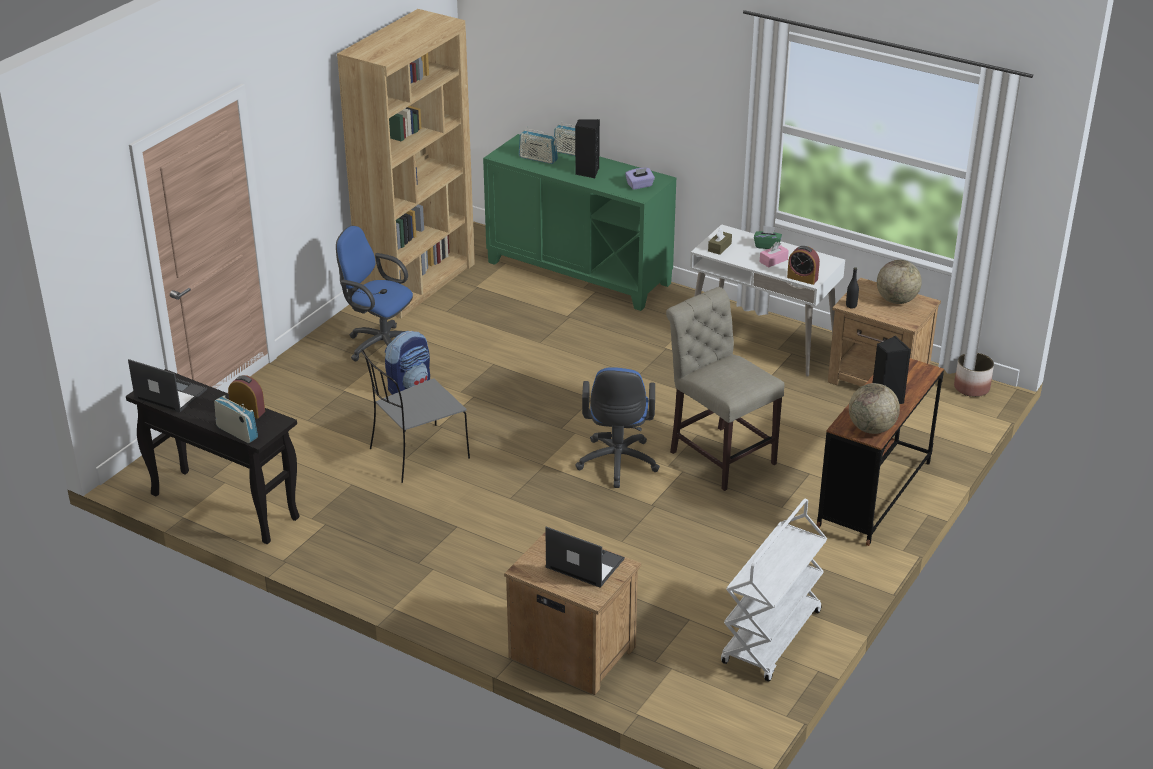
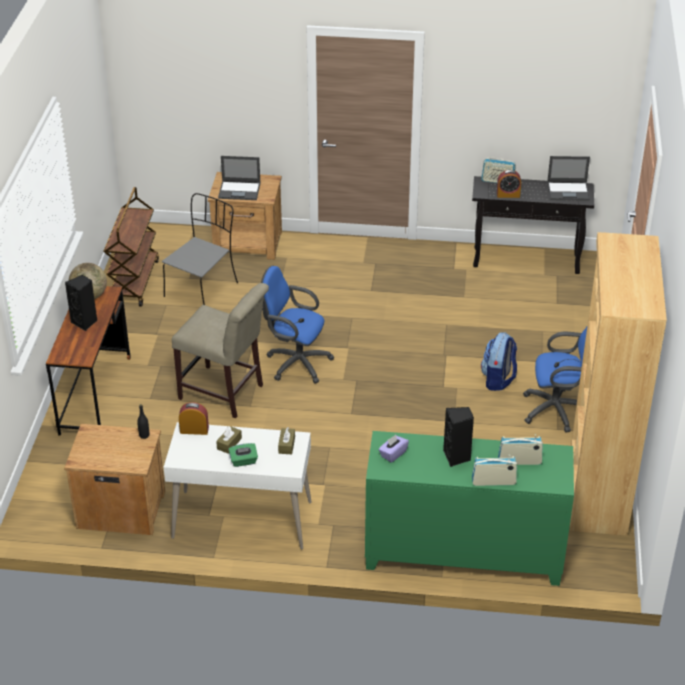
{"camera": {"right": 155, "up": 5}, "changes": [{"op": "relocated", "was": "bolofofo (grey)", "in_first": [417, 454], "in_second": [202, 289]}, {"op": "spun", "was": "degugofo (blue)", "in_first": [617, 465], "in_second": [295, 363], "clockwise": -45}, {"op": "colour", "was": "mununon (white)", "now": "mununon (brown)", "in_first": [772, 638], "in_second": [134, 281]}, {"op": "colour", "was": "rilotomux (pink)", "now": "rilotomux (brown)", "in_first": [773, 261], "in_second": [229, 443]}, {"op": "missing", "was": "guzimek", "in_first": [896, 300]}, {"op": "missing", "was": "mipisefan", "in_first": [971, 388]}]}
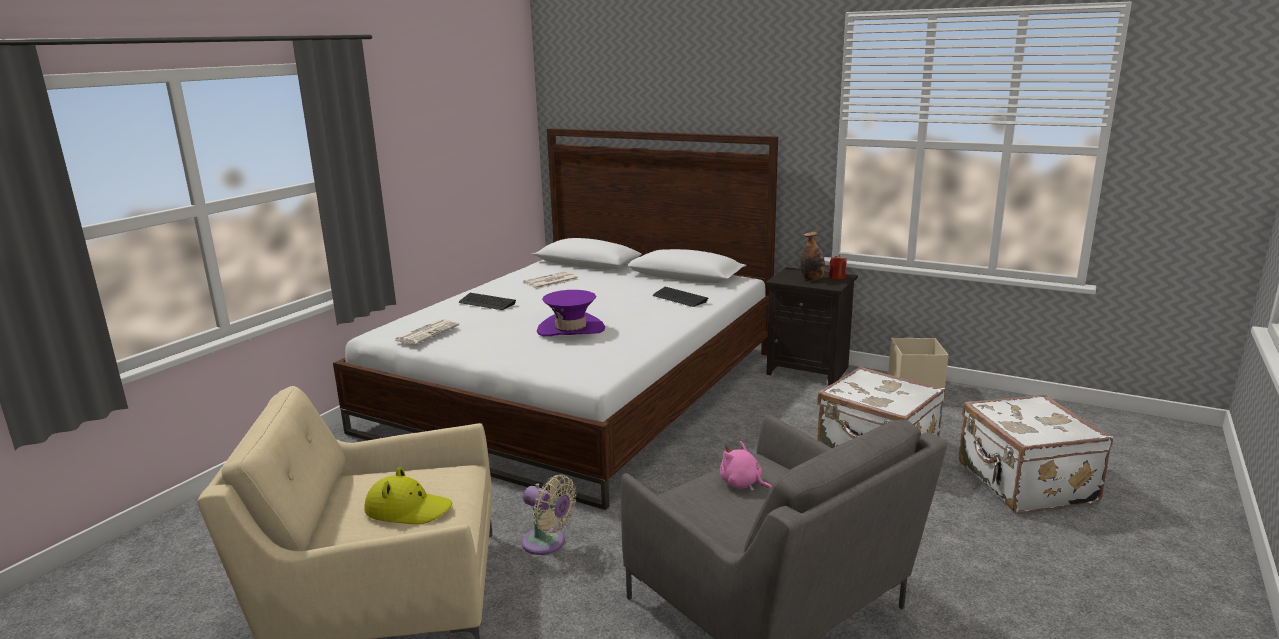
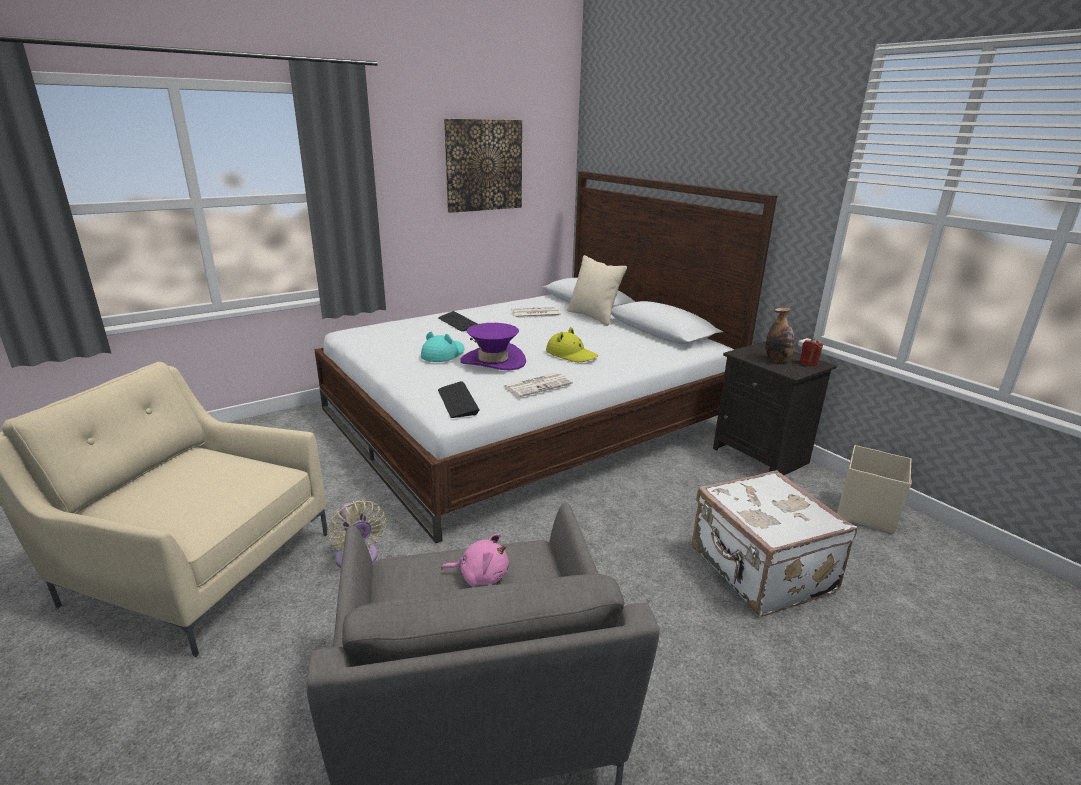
{"camera": {"right": 25, "up": 5}, "changes": [{"op": "relocated", "was": "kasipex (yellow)", "in_first": [408, 509], "in_second": [571, 354]}, {"op": "relocated", "was": "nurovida", "in_first": [427, 332], "in_second": [538, 385]}, {"op": "relocated", "was": "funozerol", "in_first": [679, 298], "in_second": [457, 401]}, {"op": "spun", "was": "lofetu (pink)", "in_first": [742, 484], "in_second": [480, 575], "clockwise": 120}, {"op": "missing", "was": "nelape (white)", "in_first": [1023, 484]}, {"op": "appeared", "now": "kasipex (turquoise)", "in_second": [443, 354]}, {"op": "appeared", "now": "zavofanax", "in_second": [483, 165]}, {"op": "appeared", "now": "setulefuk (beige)", "in_second": [593, 317]}]}
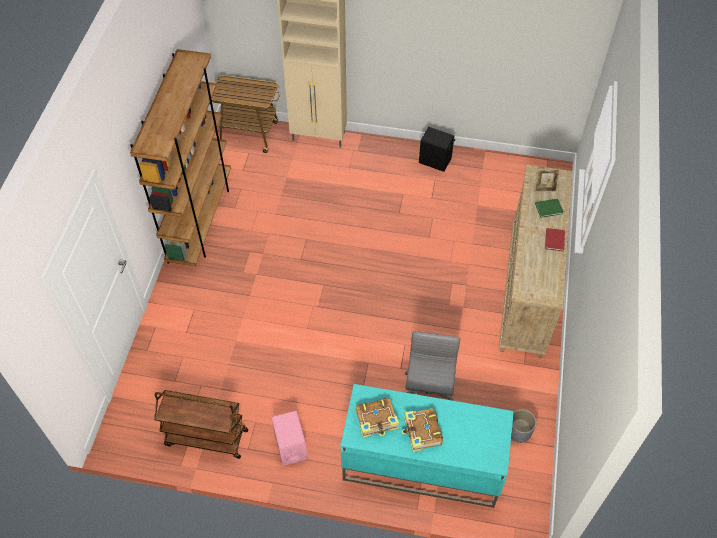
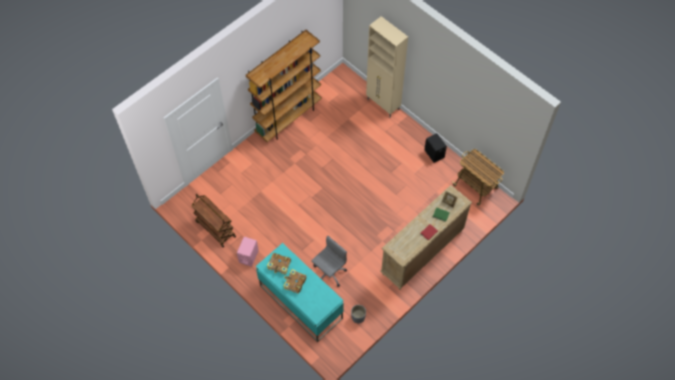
{"camera": {"right": 35, "up": 5}, "changes": [{"op": "relocated", "was": "mununon", "in_first": [249, 134], "in_second": [476, 187]}]}
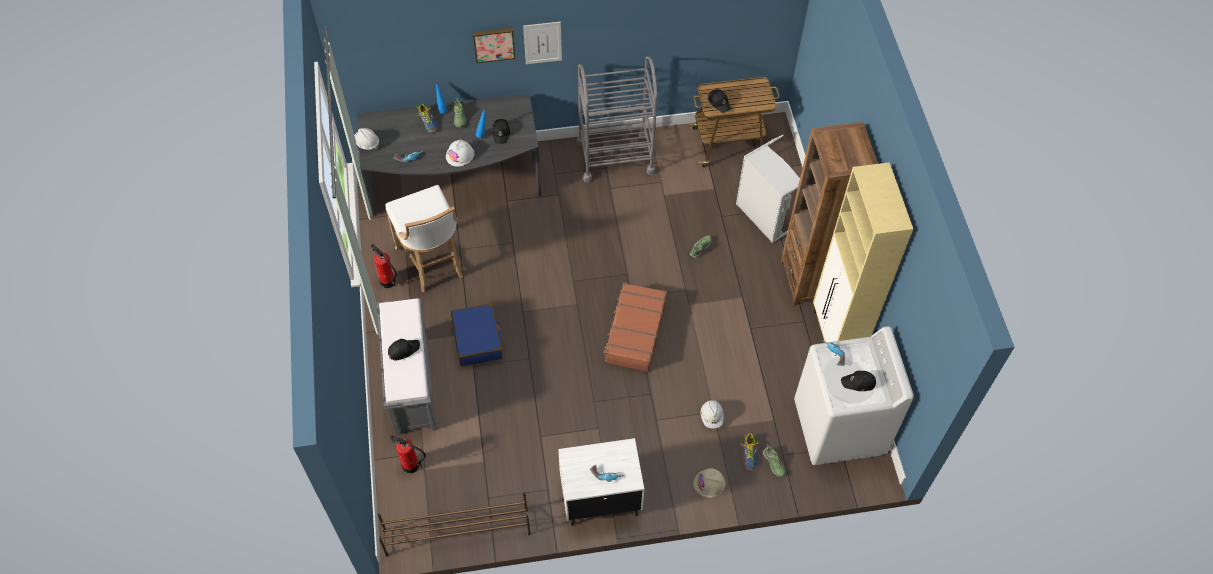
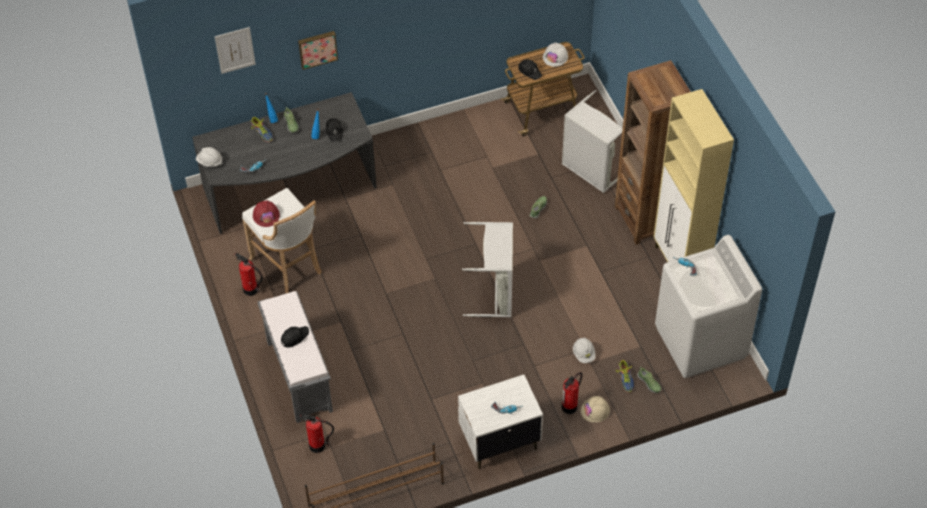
{"camera": {"right": -10, "up": -5}, "changes": [{"op": "relocated", "was": "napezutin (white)", "in_first": [460, 155], "in_second": [555, 57]}, {"op": "missing", "was": "nelape (blue)", "in_first": [478, 339]}, {"op": "relocated", "was": "zavofanax", "in_first": [542, 42], "in_second": [235, 50]}, {"op": "missing", "was": "mununon (grey)", "in_first": [615, 157]}, {"op": "exchanged", "was": "nelape (brown)", "now": "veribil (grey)", "in_first": [634, 332], "in_second": [495, 293]}, {"op": "missing", "was": "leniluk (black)", "in_first": [858, 383]}, {"op": "appeared", "now": "napezutin (red)", "in_second": [266, 215]}, {"op": "appeared", "now": "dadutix", "in_second": [569, 407]}]}
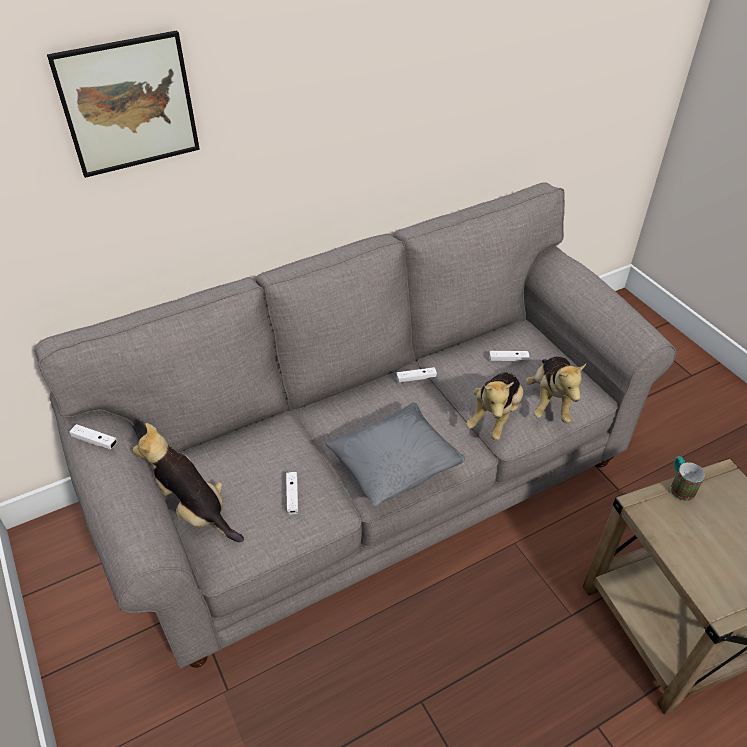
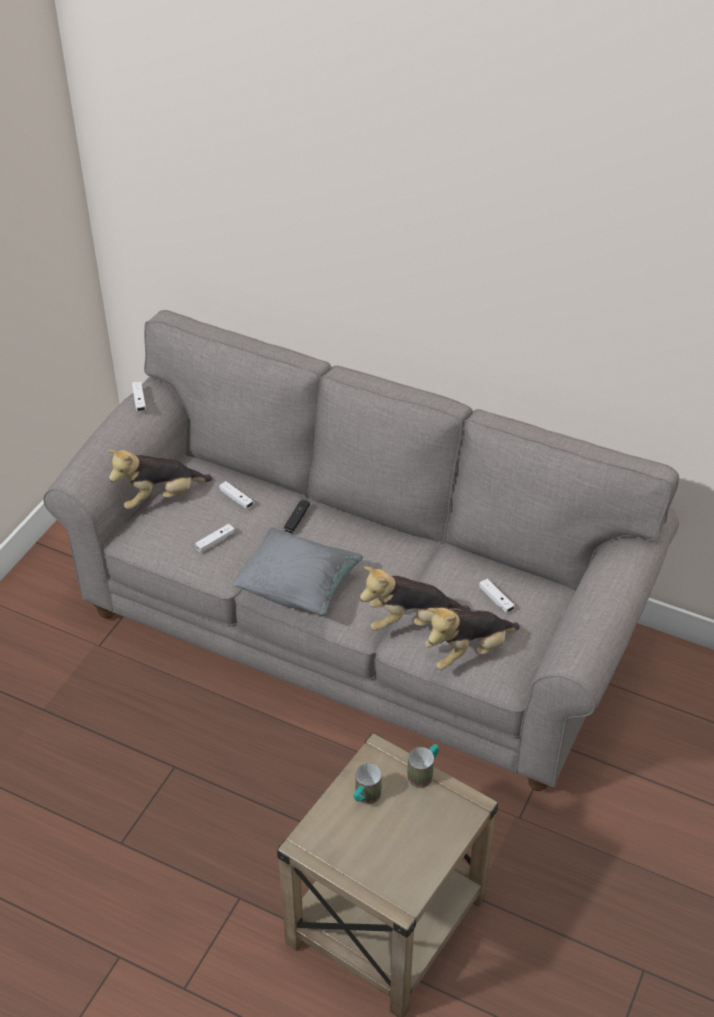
{"camera": {"right": 55, "up": 0}, "changes": [{"op": "missing", "was": "zavofanax", "in_first": [128, 104]}, {"op": "spun", "was": "lofetu", "in_first": [194, 509], "in_second": [160, 497], "clockwise": -120}, {"op": "relocated", "was": "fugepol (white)", "in_first": [416, 378], "in_second": [236, 499]}, {"op": "appeared", "now": "fugepol (black)", "in_second": [297, 519]}, {"op": "appeared", "now": "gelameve", "in_second": [365, 798]}]}
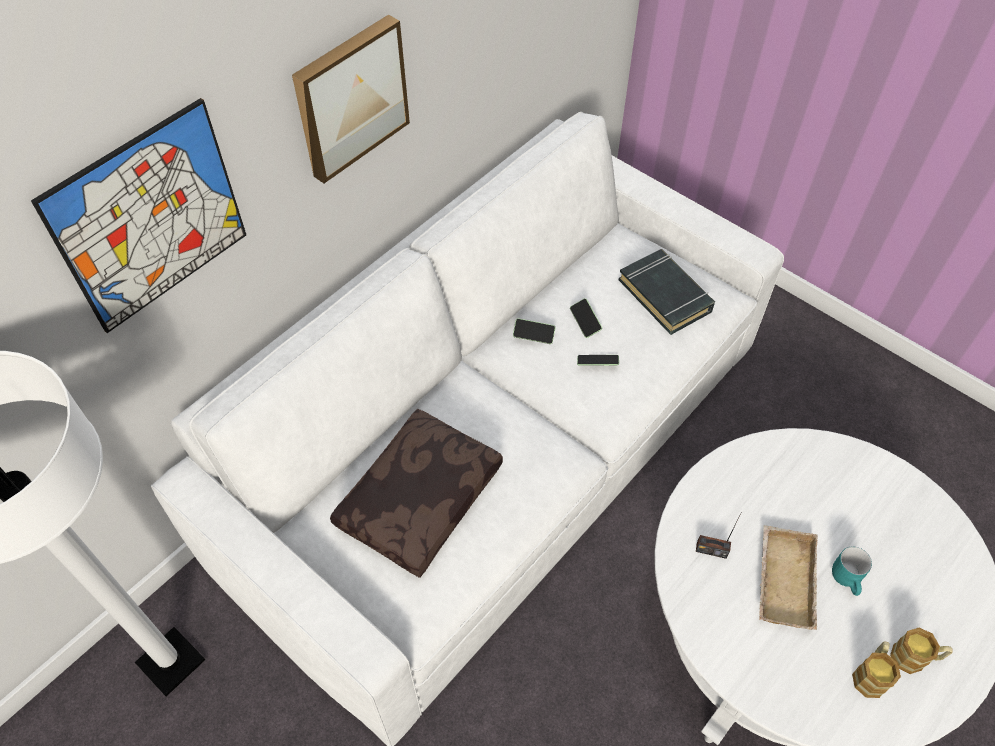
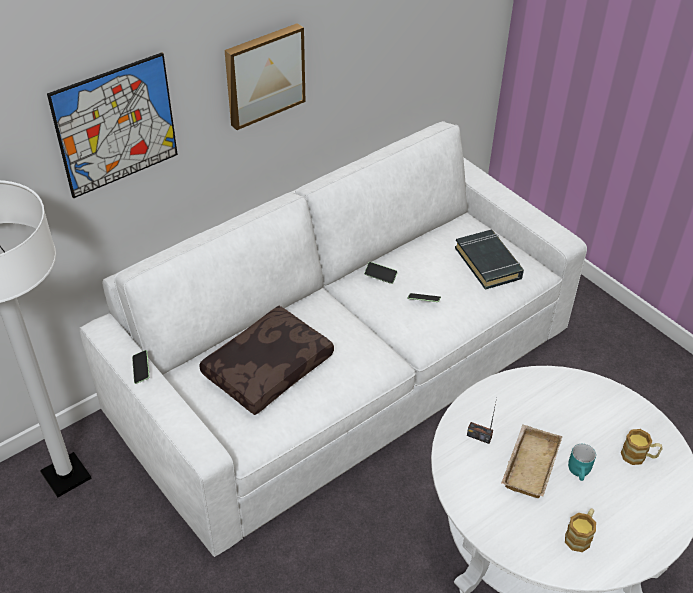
{"camera": {"right": 10, "up": -10}, "changes": [{"op": "relocated", "was": "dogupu", "in_first": [585, 321], "in_second": [141, 370]}, {"op": "relocated", "was": "gelameve", "in_first": [915, 658], "in_second": [638, 456]}]}
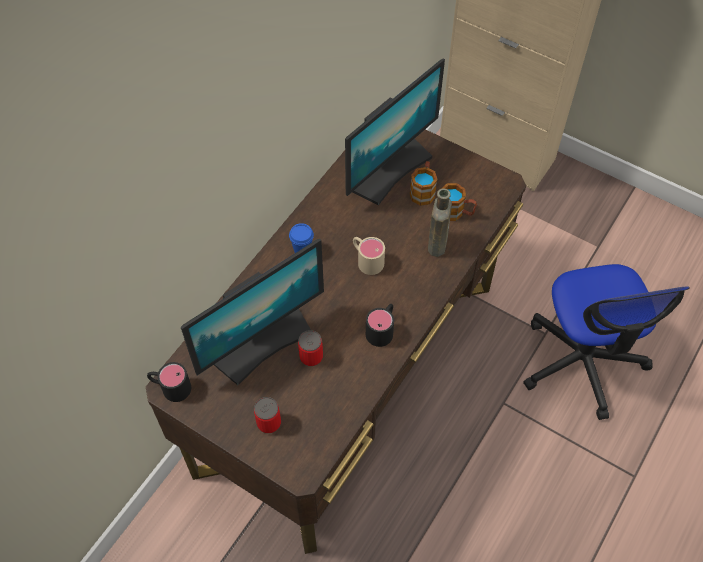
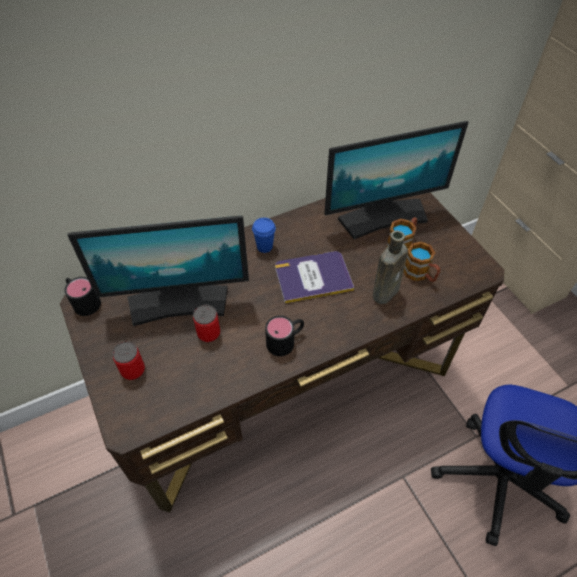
{"camera": {"right": 30, "up": -5}, "changes": [{"op": "exchanged", "was": "gelameve (beige)", "now": "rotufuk", "in_first": [366, 259], "in_second": [313, 277]}]}
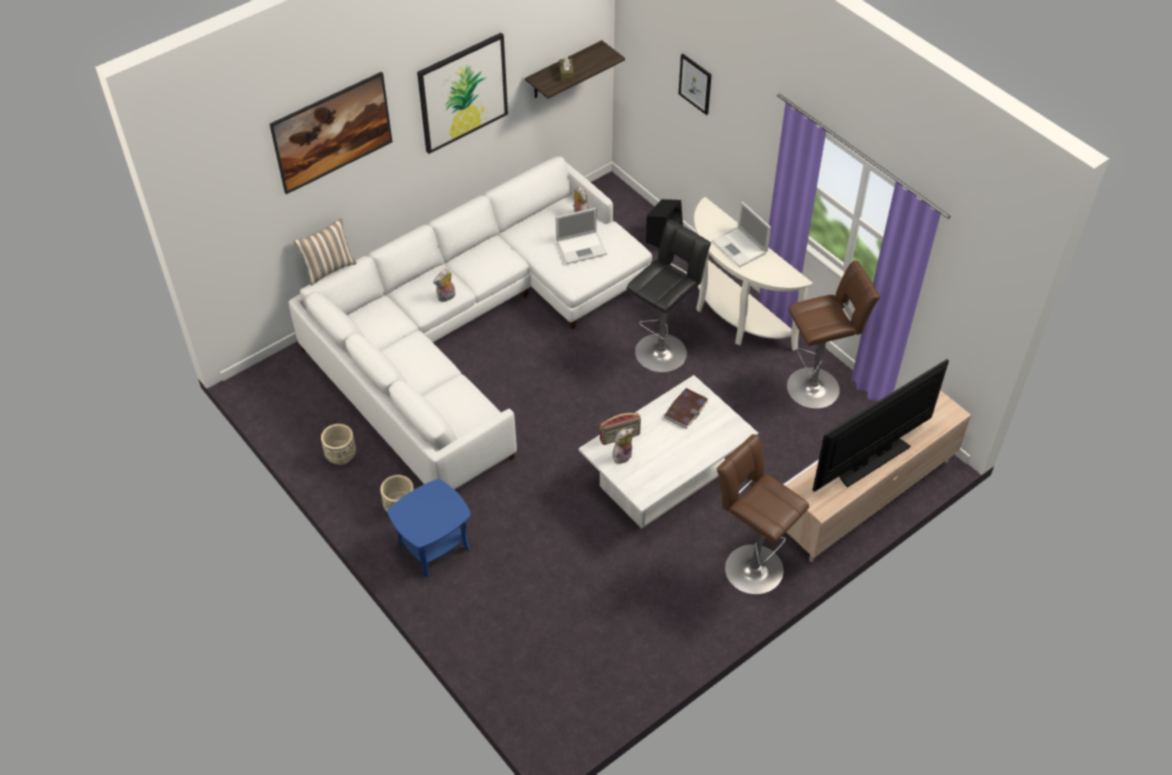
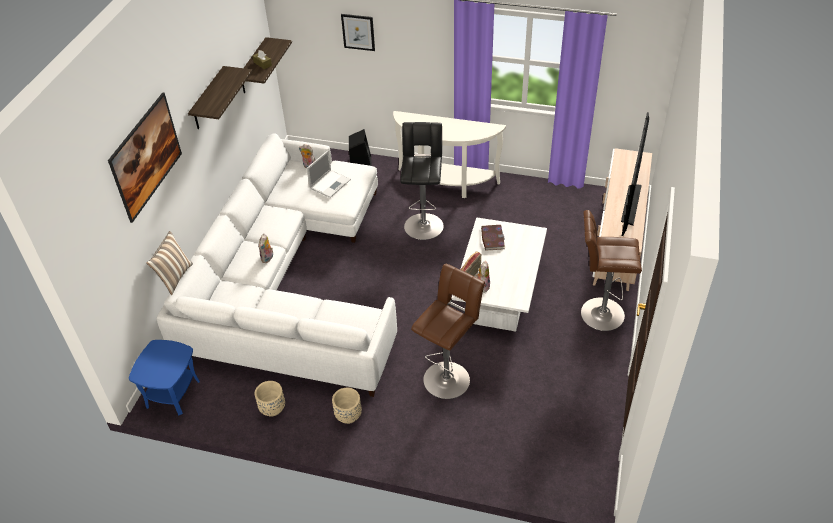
{"camera": {"right": -35, "up": -5}, "changes": [{"op": "relocated", "was": "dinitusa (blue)", "in_first": [434, 547], "in_second": [172, 393]}, {"op": "exchanged", "was": "zavofanax", "now": "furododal", "in_first": [463, 92], "in_second": [208, 99]}, {"op": "missing", "was": "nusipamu", "in_first": [740, 247]}, {"op": "relocated", "was": "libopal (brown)", "in_first": [816, 386], "in_second": [448, 377]}]}
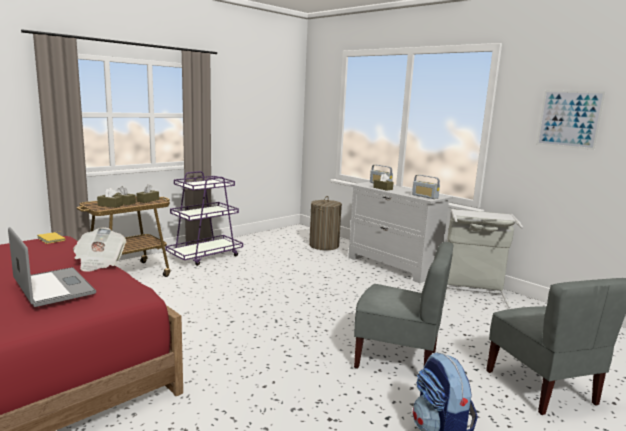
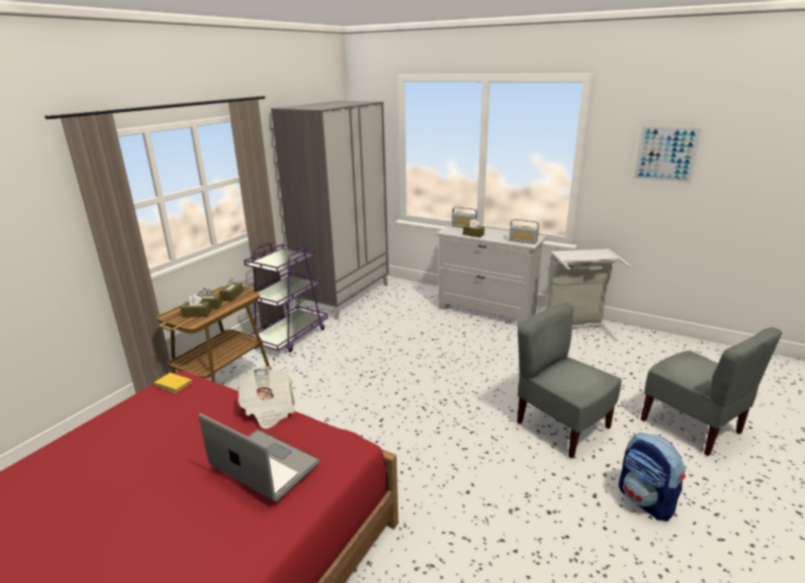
{"camera": {"right": -15, "up": 10}, "changes": [{"op": "missing", "was": "veribil", "in_first": [324, 245]}, {"op": "spun", "was": "bolofofo (grey)", "in_first": [397, 359], "in_second": [561, 426], "clockwise": -135}, {"op": "appeared", "now": "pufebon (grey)", "in_second": [343, 295]}]}
